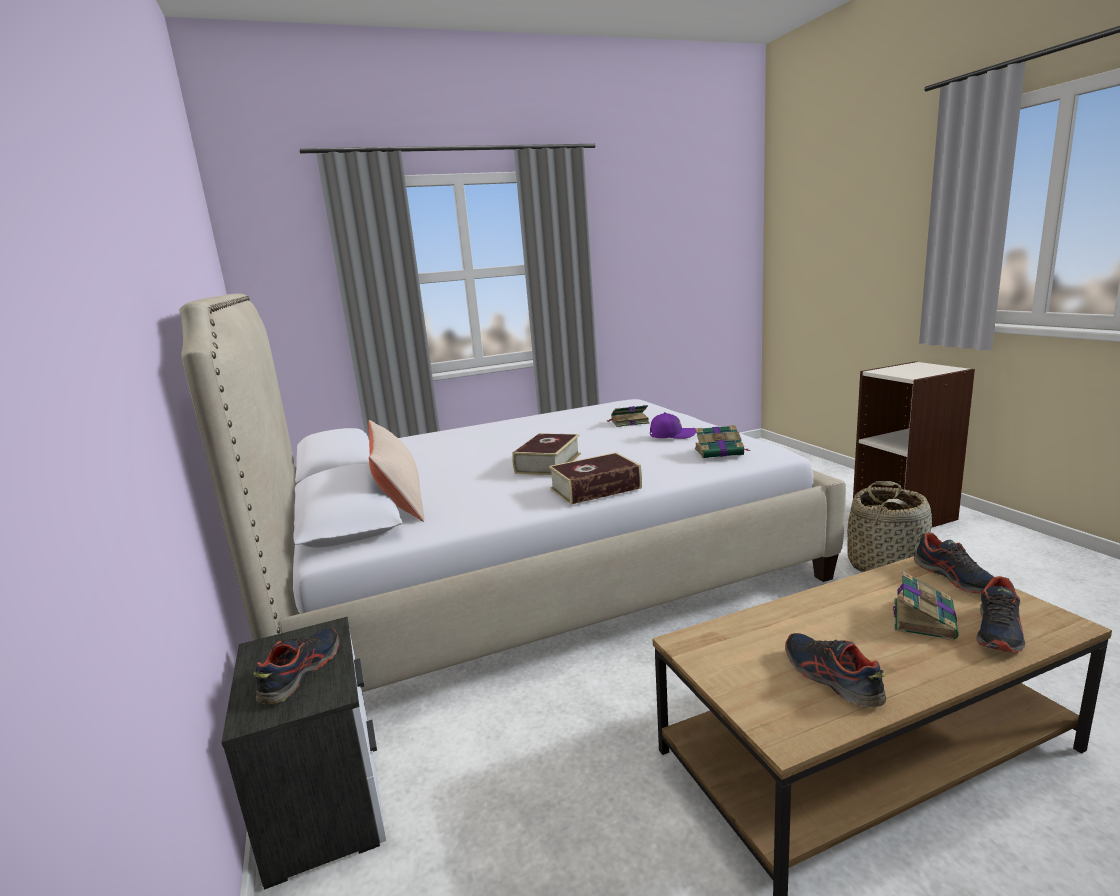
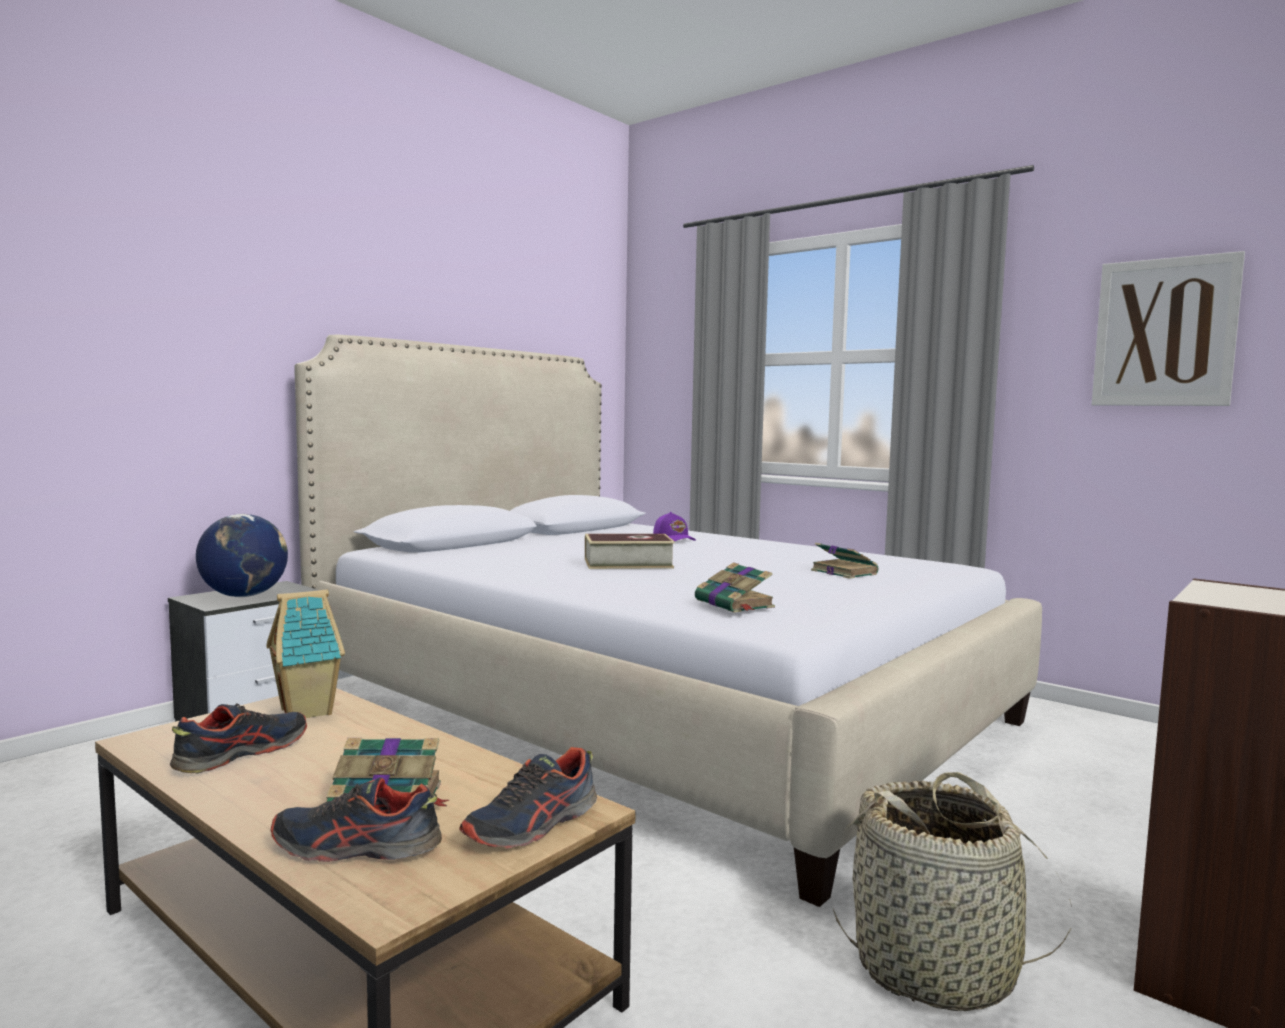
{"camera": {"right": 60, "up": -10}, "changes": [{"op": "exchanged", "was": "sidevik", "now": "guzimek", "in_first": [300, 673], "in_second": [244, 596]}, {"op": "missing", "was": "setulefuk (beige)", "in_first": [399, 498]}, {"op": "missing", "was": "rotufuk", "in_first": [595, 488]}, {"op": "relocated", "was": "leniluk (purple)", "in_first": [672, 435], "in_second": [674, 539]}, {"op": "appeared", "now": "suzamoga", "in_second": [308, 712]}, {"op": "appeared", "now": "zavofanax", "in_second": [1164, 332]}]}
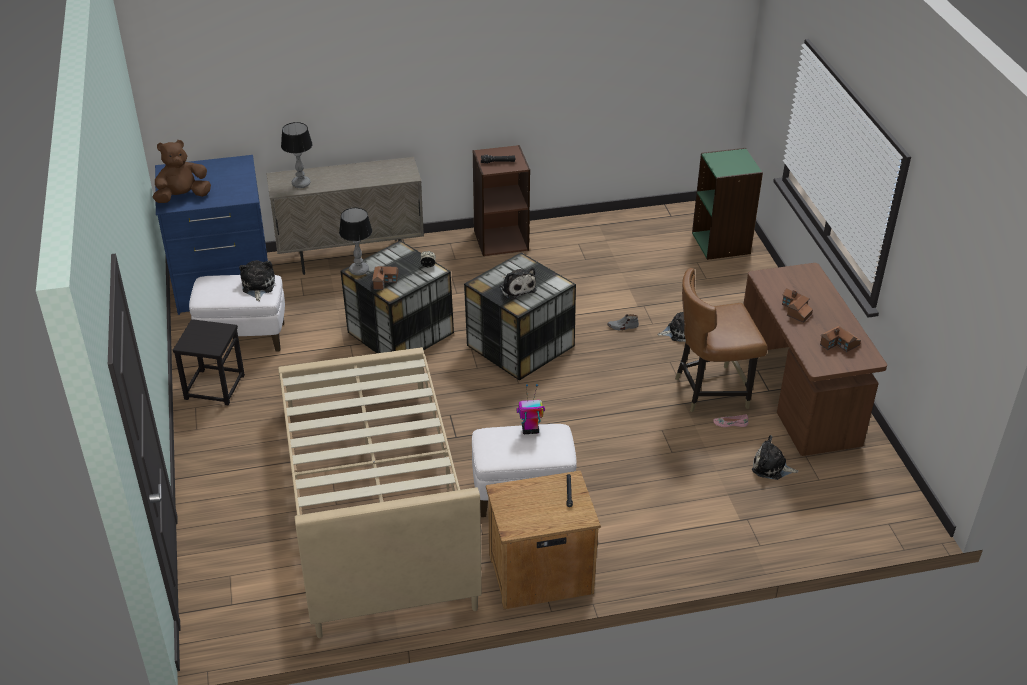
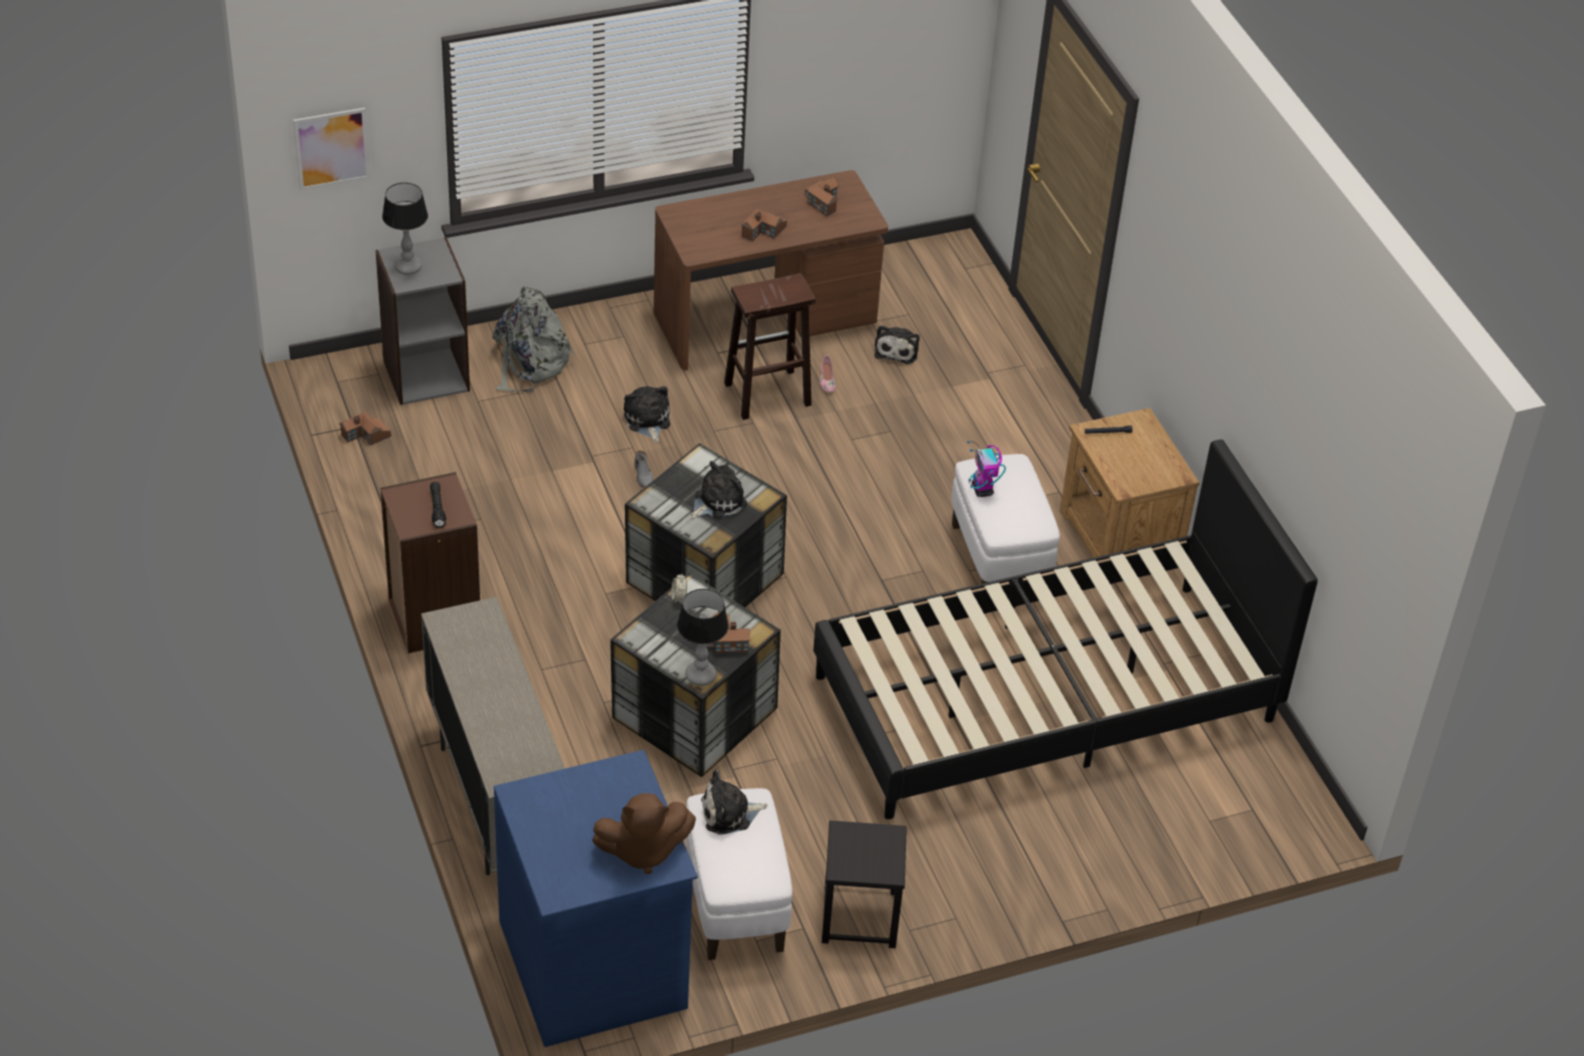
{"camera": {"right": -100, "up": 5}, "changes": [{"op": "spun", "was": "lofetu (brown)", "in_first": [182, 197], "in_second": [642, 851], "clockwise": -60}, {"op": "colour", "was": "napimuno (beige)", "now": "napimuno (black)", "in_first": [374, 501], "in_second": [1046, 698]}, {"op": "relocated", "was": "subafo", "in_first": [301, 184], "in_second": [408, 267]}, {"op": "exchanged", "was": "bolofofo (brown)", "now": "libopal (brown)", "in_first": [711, 390], "in_second": [766, 395]}, {"op": "colour", "was": "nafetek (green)", "now": "nafetek (grey)", "in_first": [721, 243], "in_second": [426, 375]}, {"op": "appeared", "now": "zavofanax", "in_second": [331, 148]}, {"op": "appeared", "now": "suzamoga", "in_second": [366, 435]}, {"op": "appeared", "now": "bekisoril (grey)", "in_second": [530, 363]}]}
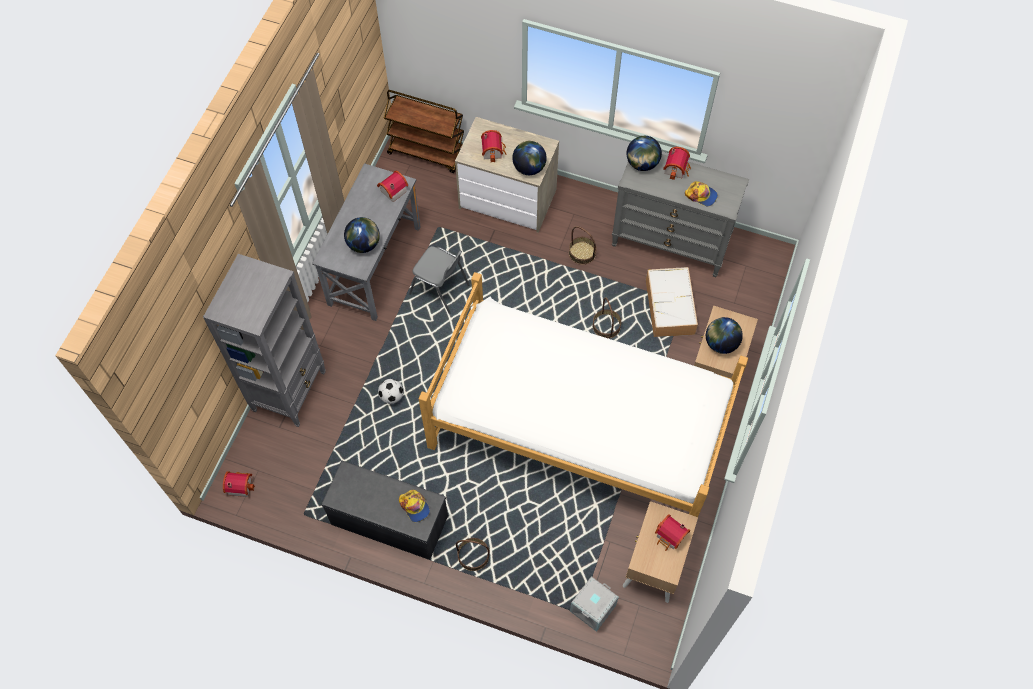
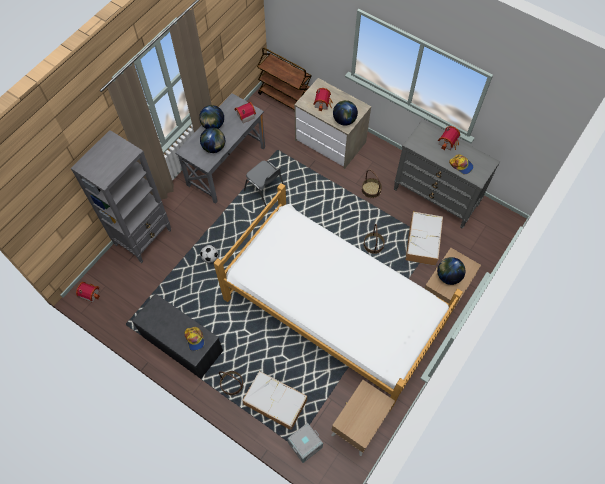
{"camera": {"right": 15, "up": 0}, "changes": [{"op": "relocated", "was": "guzimek", "in_first": [642, 164], "in_second": [213, 125]}, {"op": "missing", "was": "suzamoga", "in_first": [670, 537]}, {"op": "appeared", "now": "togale", "in_second": [274, 402]}]}
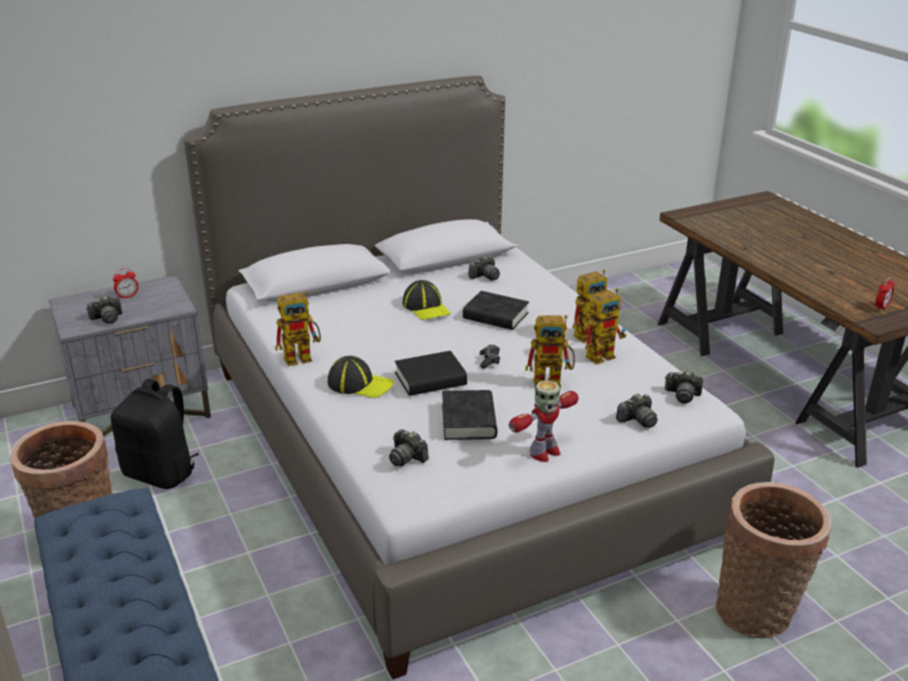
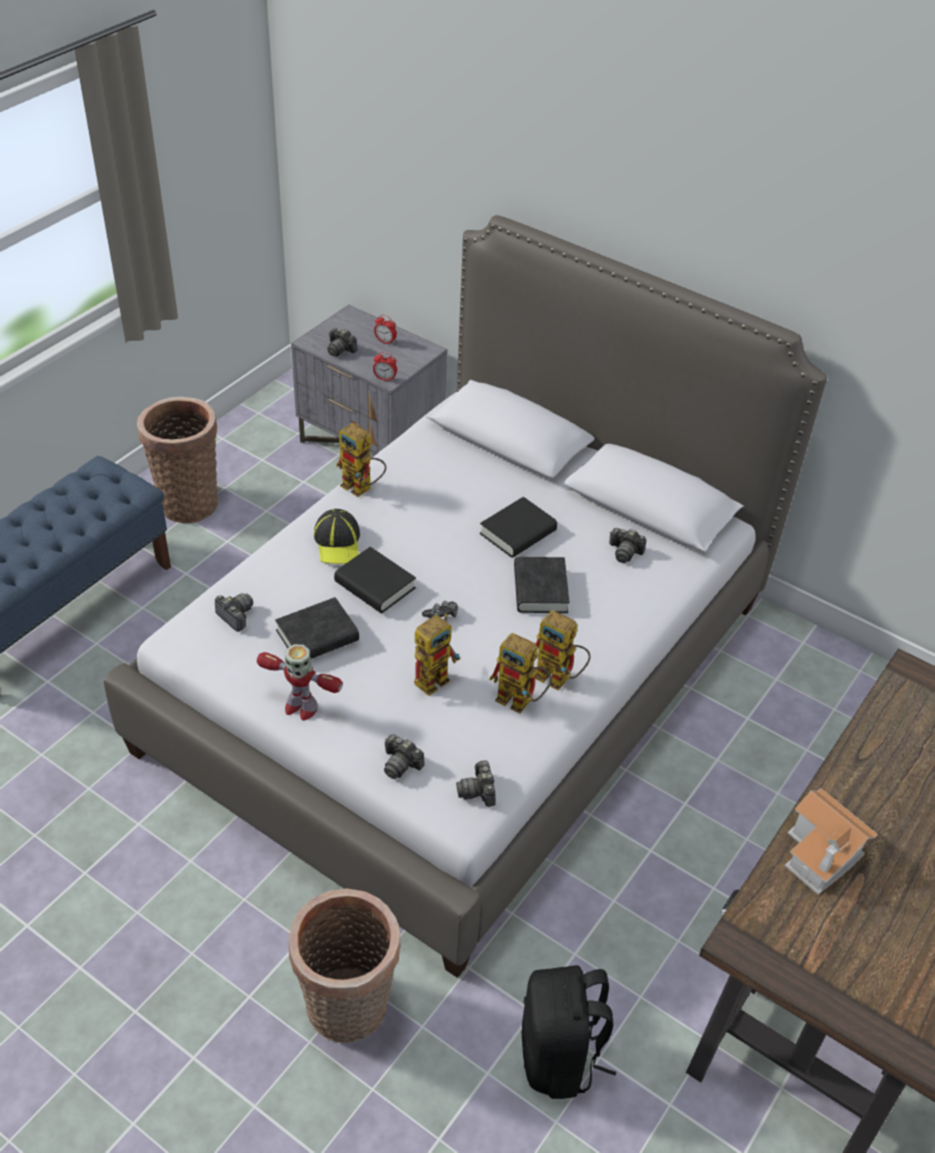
{"camera": {"right": 60, "up": 15}, "changes": [{"op": "relocated", "was": "bekisoril (black)", "in_first": [161, 473], "in_second": [560, 1056]}, {"op": "spun", "was": "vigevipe", "in_first": [407, 457], "in_second": [235, 616], "clockwise": 120}, {"op": "exchanged", "was": "leniluk", "now": "rotufuk (black)", "in_first": [426, 307], "in_second": [518, 532]}, {"op": "spun", "was": "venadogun", "in_first": [553, 381], "in_second": [435, 676], "clockwise": -105}, {"op": "relocated", "was": "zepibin", "in_first": [881, 307], "in_second": [385, 379]}, {"op": "appeared", "now": "suzamoga", "in_second": [822, 855]}]}
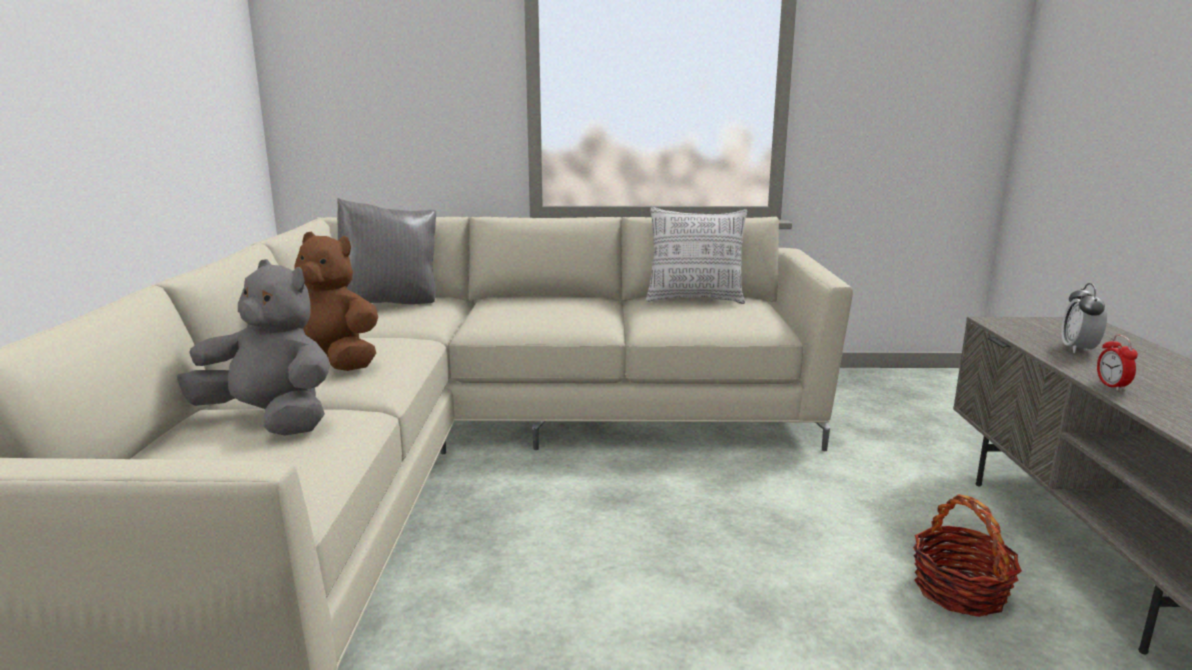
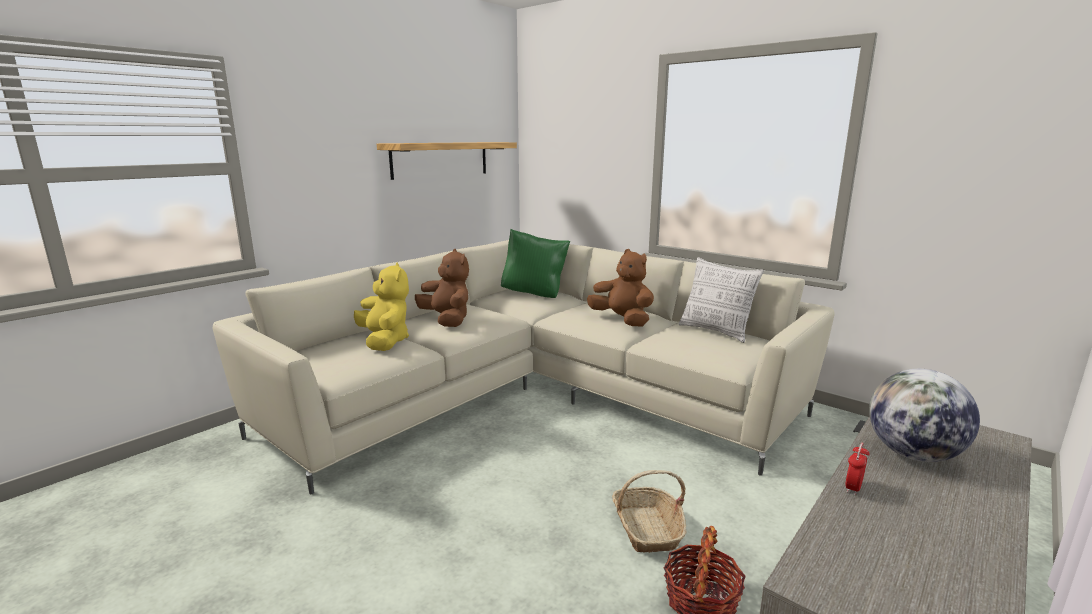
{"camera": {"right": 40, "up": 0}, "changes": [{"op": "colour", "was": "lofetu (grey)", "now": "lofetu (yellow)", "in_first": [271, 420], "in_second": [385, 341]}, {"op": "colour", "was": "setulefuk (grey)", "now": "setulefuk (green)", "in_first": [391, 304], "in_second": [534, 294]}, {"op": "exchanged", "was": "zepibin", "now": "guzimek", "in_first": [1078, 349], "in_second": [913, 454]}, {"op": "appeared", "now": "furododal", "in_second": [440, 159]}, {"op": "appeared", "now": "lofetu (brown)", "in_second": [622, 320]}, {"op": "appeared", "now": "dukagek", "in_second": [647, 529]}]}
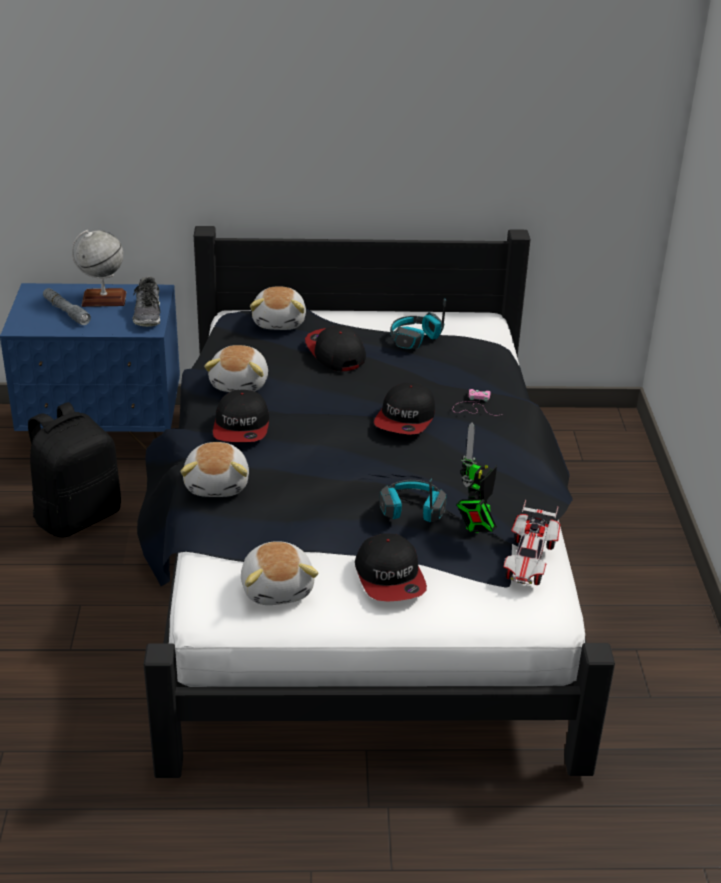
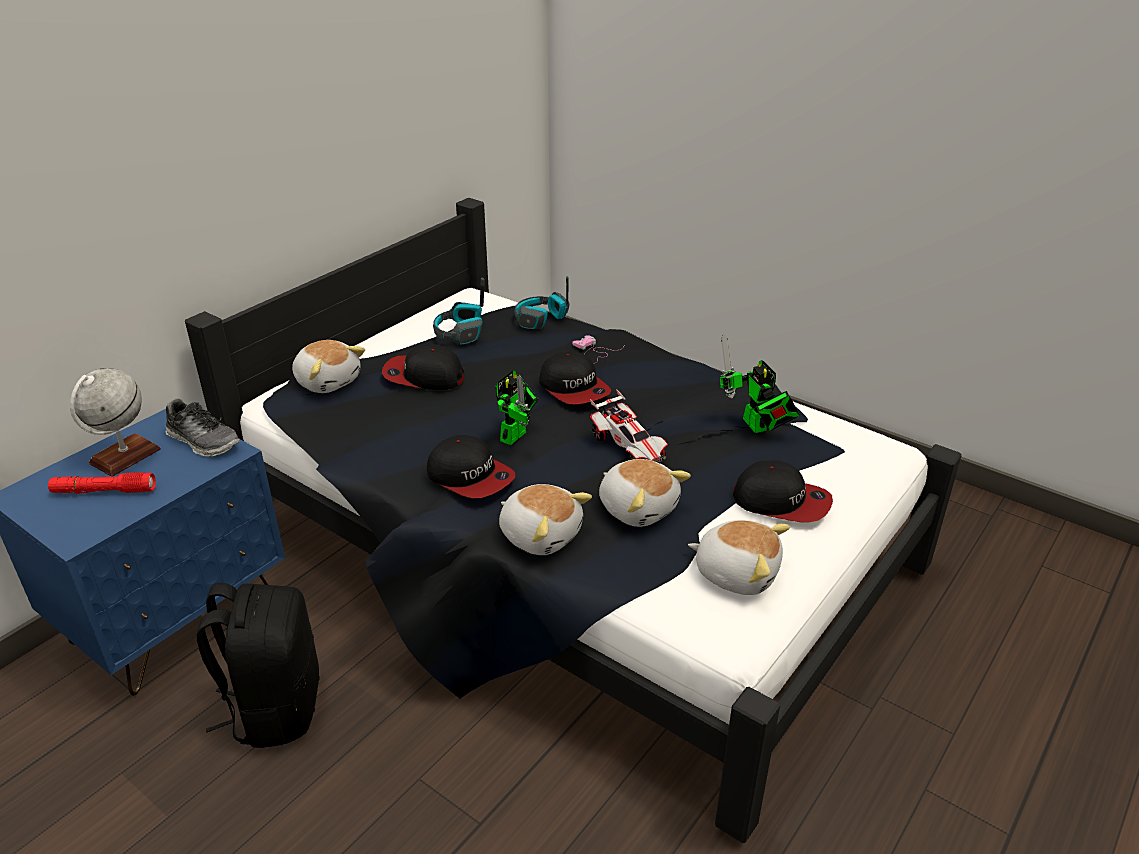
{"camera": {"right": -50, "up": 0}, "changes": [{"op": "colour", "was": "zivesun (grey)", "now": "zivesun (red)", "in_first": [66, 312], "in_second": [104, 491]}, {"op": "relocated", "was": "lofetu", "in_first": [240, 383], "in_second": [638, 507]}, {"op": "relocated", "was": "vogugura", "in_first": [412, 510], "in_second": [540, 319]}, {"op": "relocated", "was": "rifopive", "in_first": [529, 561], "in_second": [628, 447]}, {"op": "appeared", "now": "venadogun", "in_second": [516, 434]}]}
